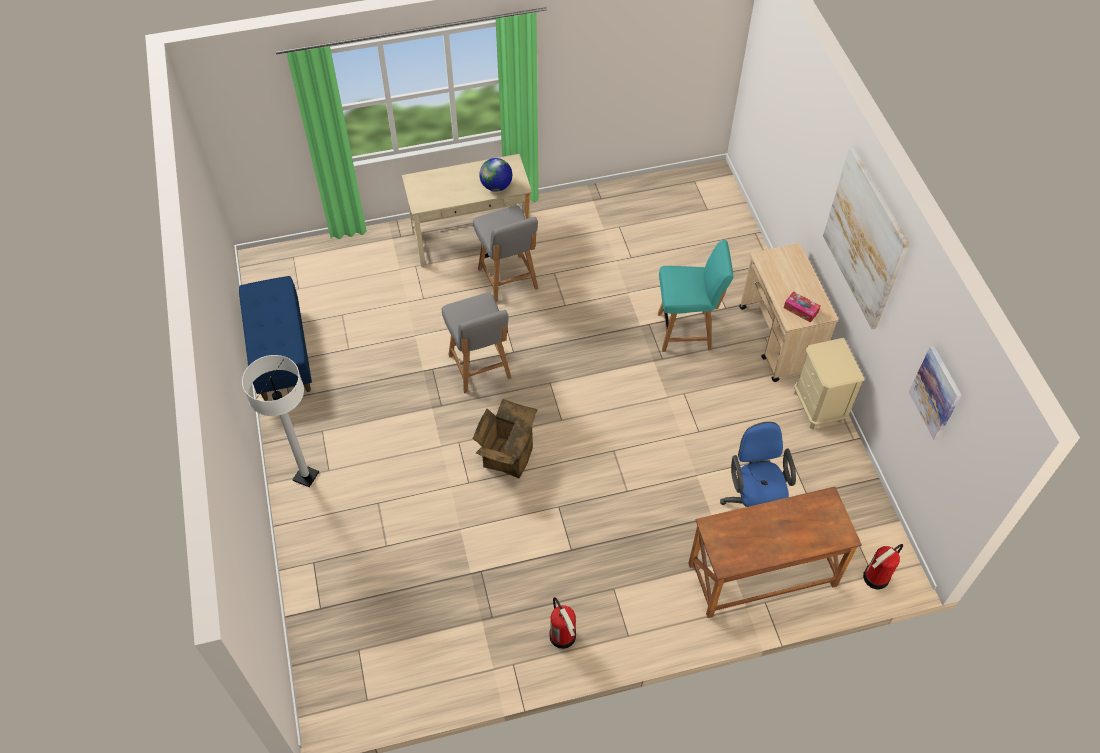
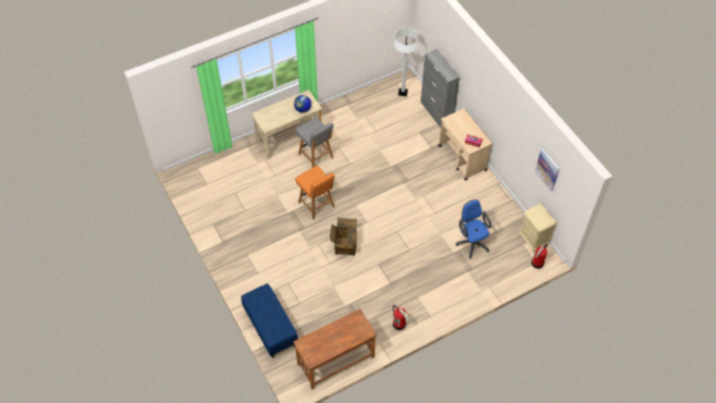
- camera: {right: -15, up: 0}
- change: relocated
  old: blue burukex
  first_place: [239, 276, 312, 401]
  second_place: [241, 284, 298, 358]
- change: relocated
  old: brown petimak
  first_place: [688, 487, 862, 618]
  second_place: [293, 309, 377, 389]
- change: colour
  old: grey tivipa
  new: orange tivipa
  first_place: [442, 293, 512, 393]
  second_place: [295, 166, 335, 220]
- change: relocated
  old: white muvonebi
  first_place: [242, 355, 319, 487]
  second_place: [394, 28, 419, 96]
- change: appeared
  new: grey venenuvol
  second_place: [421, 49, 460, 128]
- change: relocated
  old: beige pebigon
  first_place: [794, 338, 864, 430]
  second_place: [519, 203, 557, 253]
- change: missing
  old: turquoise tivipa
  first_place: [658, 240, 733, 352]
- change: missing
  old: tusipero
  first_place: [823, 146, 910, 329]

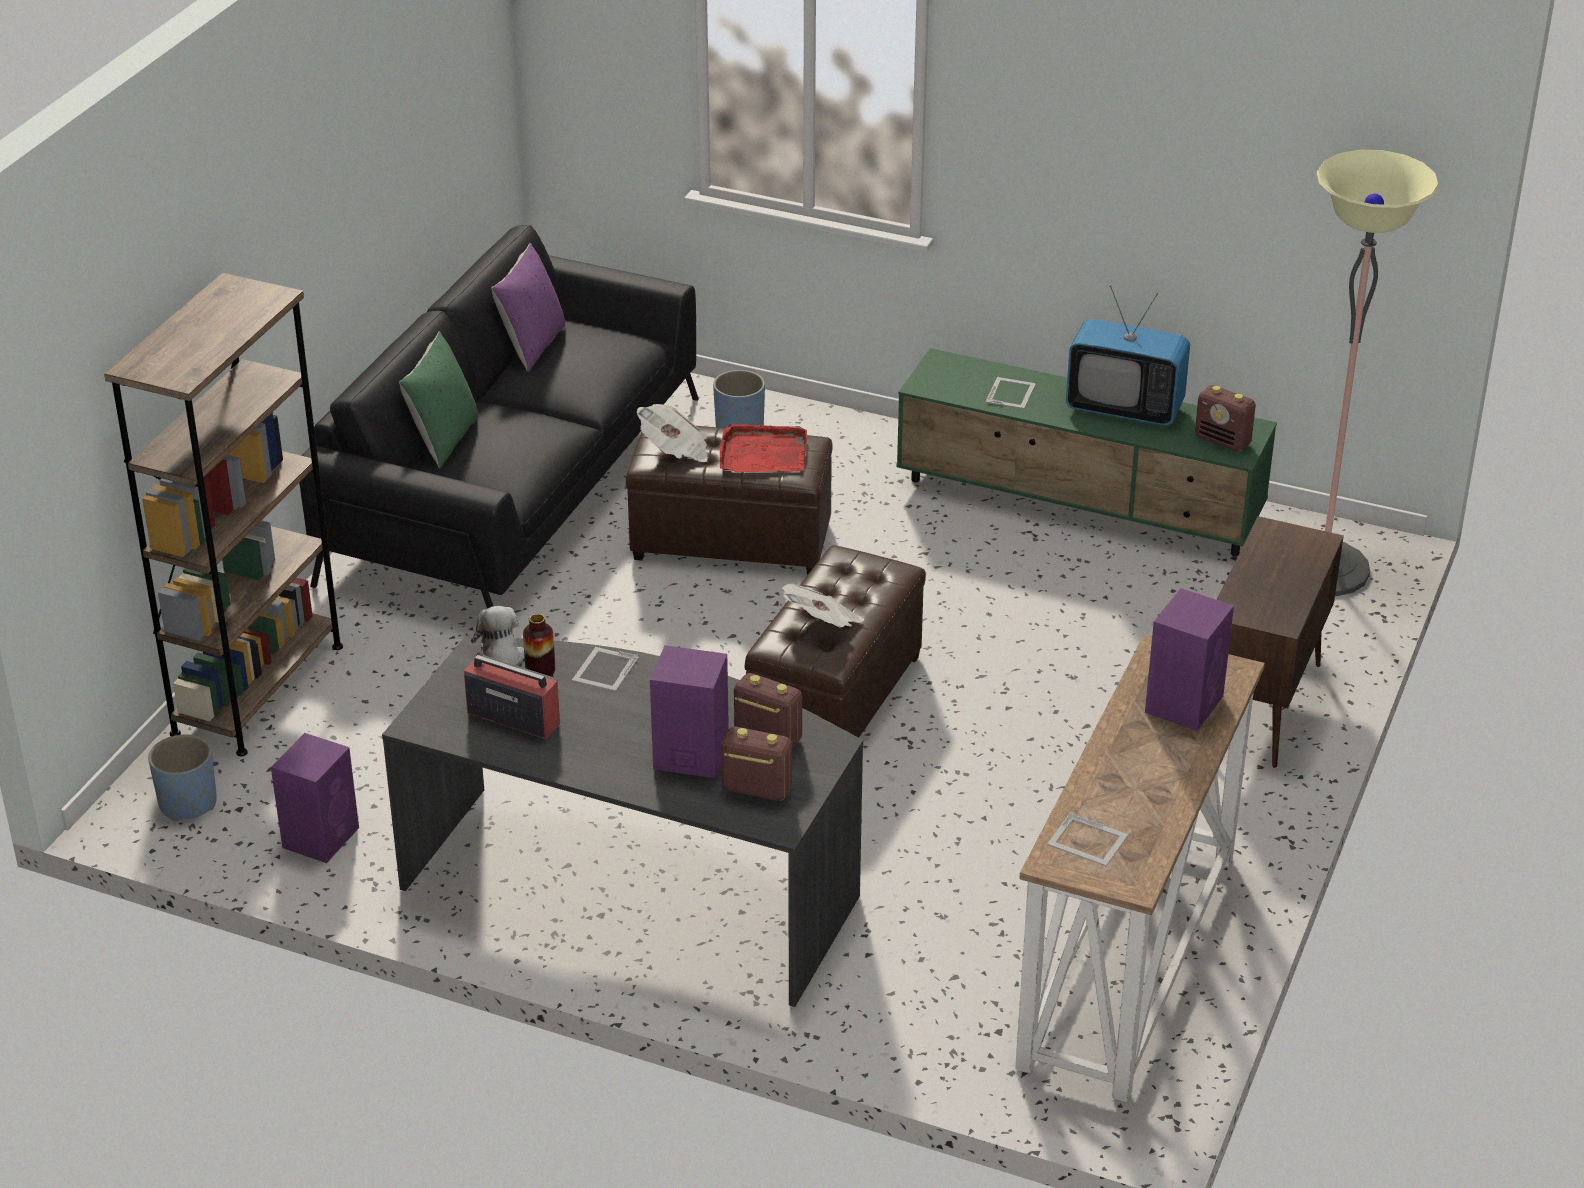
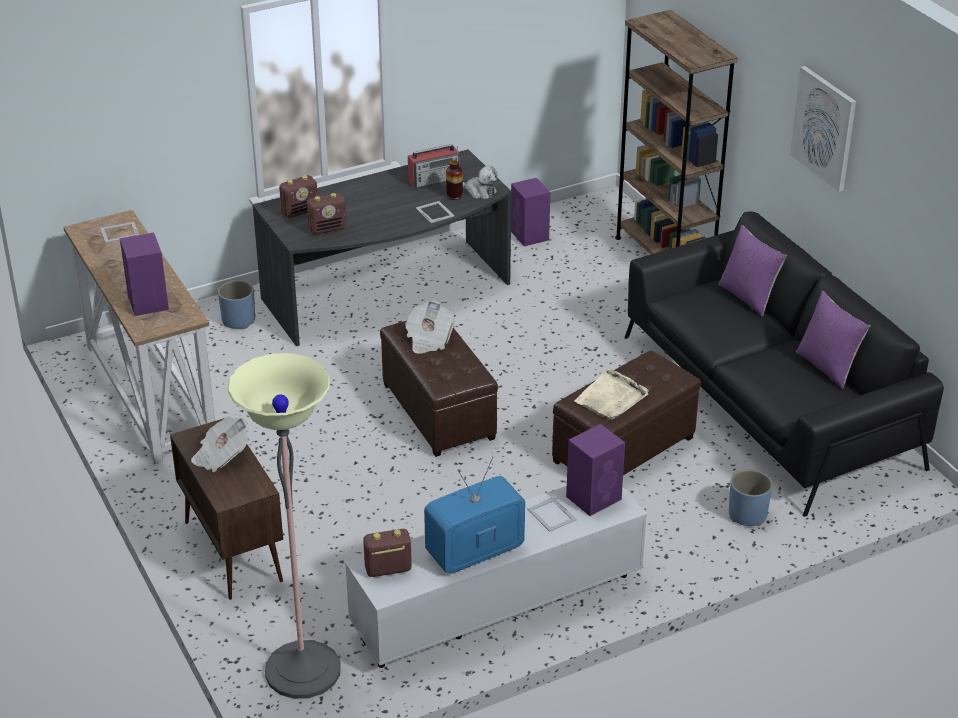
- camera: {right: 130, up: 0}
- change: relocated
  old: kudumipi
  first_place: [637, 404, 708, 462]
  second_place: [191, 416, 249, 472]
- change: relocated
  old: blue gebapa
  first_place: [148, 734, 217, 821]
  second_place: [218, 280, 255, 329]
- change: colour
  old: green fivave
  new: white fivave
  first_place: [896, 348, 1277, 556]
  second_place: [345, 486, 647, 668]
- change: relocated
  old: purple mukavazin
  first_place: [650, 645, 729, 778]
  second_place: [566, 424, 625, 516]
- change: colour
  old: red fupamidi
  new: beige fupamidi
  first_place: [720, 423, 807, 472]
  second_place: [574, 368, 648, 420]
- change: colour
  old: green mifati
  new: purple mifati
  first_place: [399, 331, 478, 468]
  second_place: [718, 225, 787, 317]
- change: appeared
  new: tusipero
  second_place: [790, 66, 856, 192]

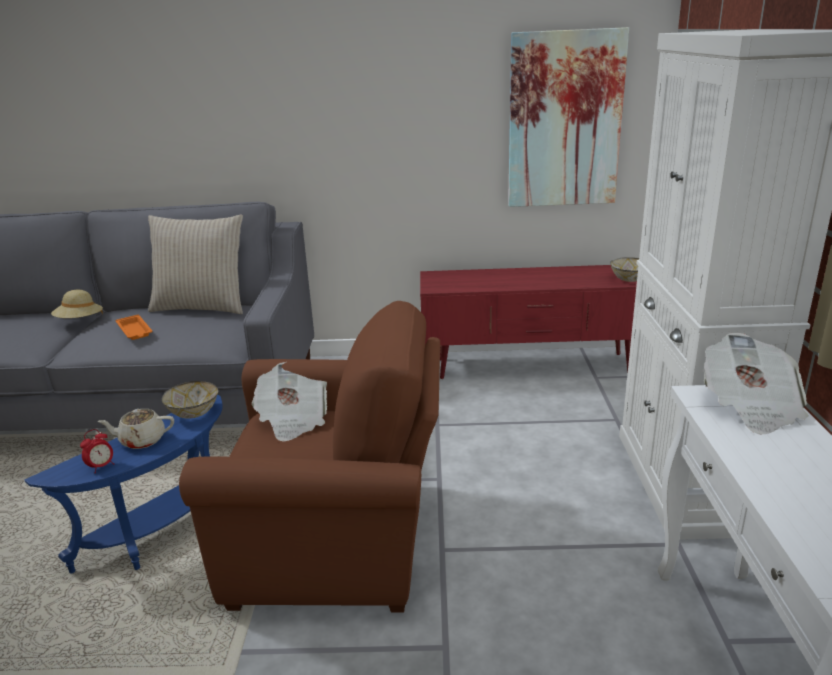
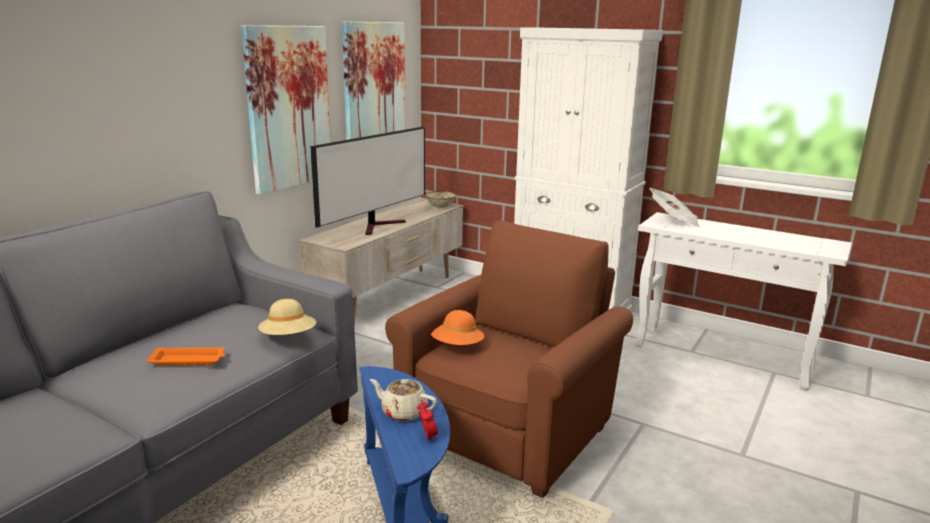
- camera: {right: -60, up: -5}
- change: appeared
  new: tusipero
  second_place: [241, 25, 331, 195]
- change: relocated
  old: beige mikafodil
  first_place: [51, 290, 103, 318]
  second_place: [258, 299, 316, 335]
- change: colour
  old: red fivave
  new: beige fivave
  first_place: [420, 265, 637, 379]
  second_place: [299, 198, 464, 326]
- change: appeared
  new: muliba
  second_place: [310, 127, 425, 235]
- change: spun
  old: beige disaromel
  first_place: [97, 409, 174, 449]
  second_place: [370, 379, 437, 421]
  degrees: 90
- change: exchanged
  old: kudumipi
  new: orange mikafodil
  first_place: [252, 362, 327, 442]
  second_place: [431, 310, 485, 345]
- change: missing
  old: beige mifati
  first_place: [148, 215, 243, 314]
- change: missing
  old: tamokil
  first_place: [162, 381, 218, 419]

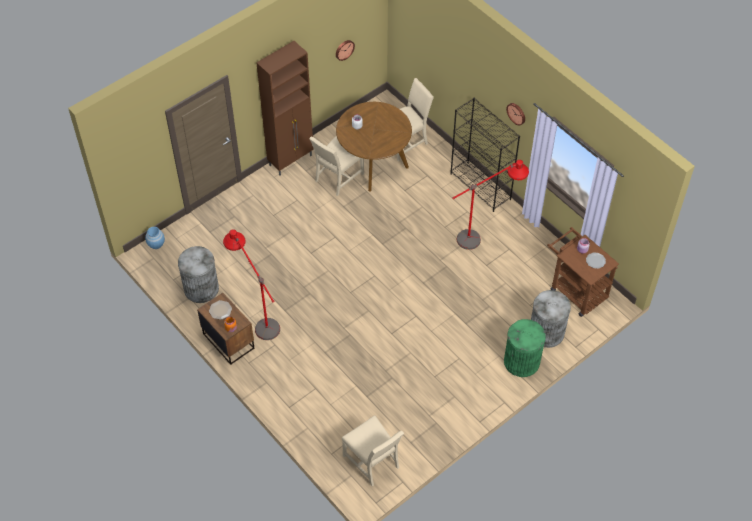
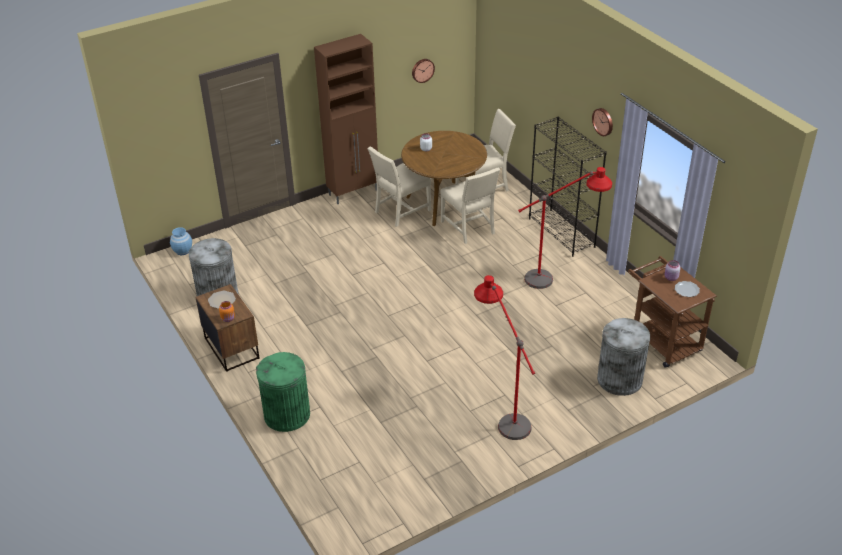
- camera: {right: 10, up: -15}
- change: relocated
  old: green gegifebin
  first_place: [504, 319, 546, 377]
  second_place: [256, 352, 310, 432]
- change: relocated
  old: beige tivipa
  first_place: [342, 415, 404, 486]
  second_place: [440, 167, 500, 244]
- change: relocated
  old: red muvonebi
  first_place: [223, 229, 280, 340]
  second_place: [474, 275, 535, 440]

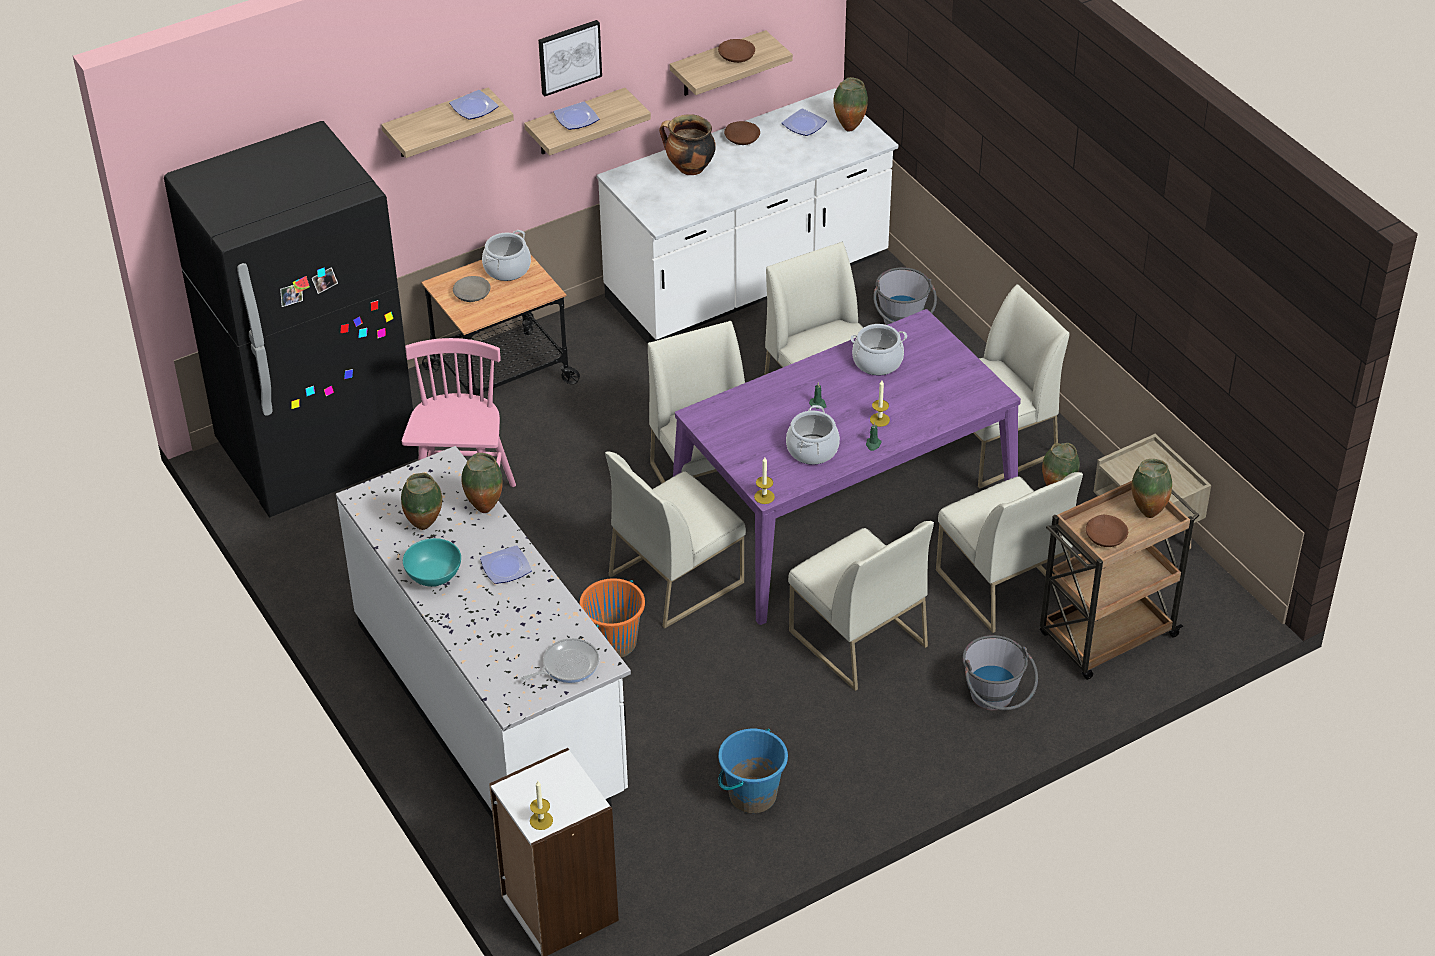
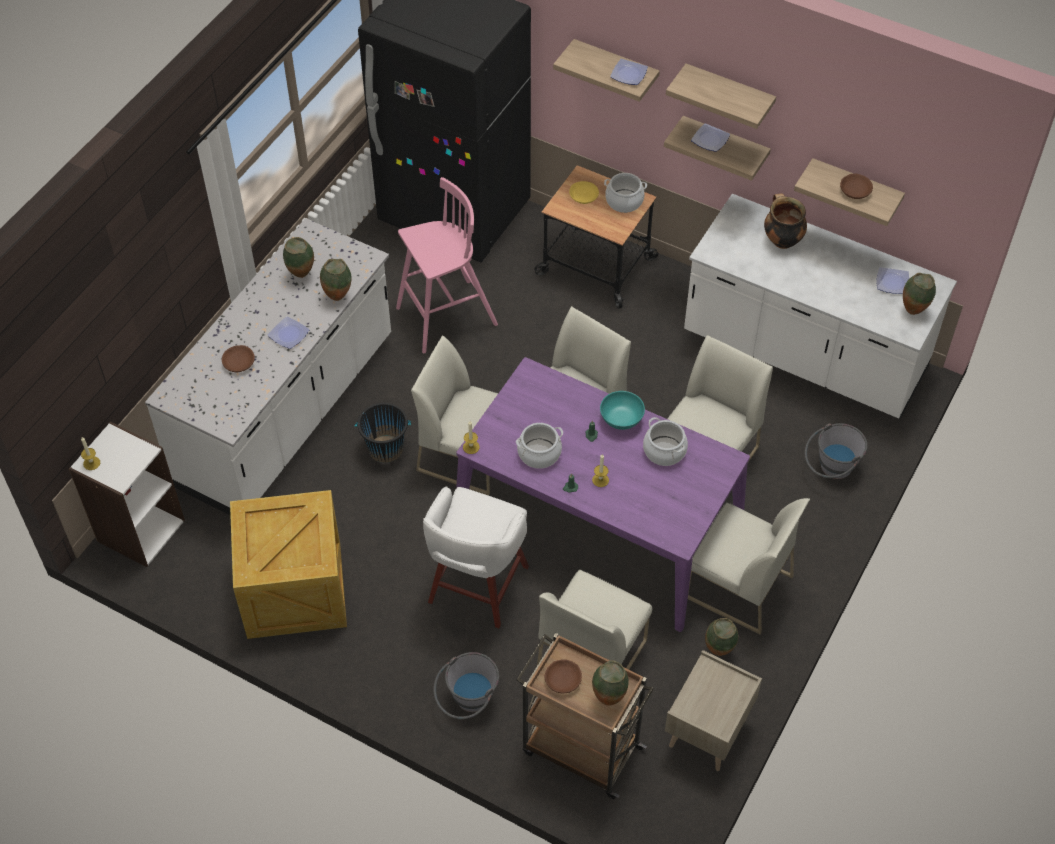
- camera: {right: 60, up: 10}
- change: relocated
  old: brown tamokil
  first_place: [724, 121, 760, 145]
  second_place: [222, 345, 255, 372]
- change: exchanged
  old: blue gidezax
  new: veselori
  first_place: [718, 729, 788, 814]
  second_place: [230, 490, 347, 639]
- change: colour
  old: orange gidezax
  new: black gidezax
  first_place: [579, 578, 645, 658]
  second_place: [355, 403, 411, 463]
- change: exchanged
  old: white tivipa
  new: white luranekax
  first_place: [788, 521, 934, 691]
  second_place: [423, 486, 529, 628]
- change: colour
  old: grey tamokil
  new: yellow tamokil
  first_place: [453, 276, 491, 302]
  second_place: [569, 181, 599, 204]
- change: relocated
  old: turquoise tamokil
  first_place: [403, 538, 461, 587]
  second_place: [600, 391, 645, 430]
- change: exchanged
  old: tusipero
  new: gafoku
  first_place: [538, 20, 602, 96]
  second_place: [666, 64, 776, 129]
- change: missing
  old: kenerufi
  first_place: [520, 638, 599, 683]

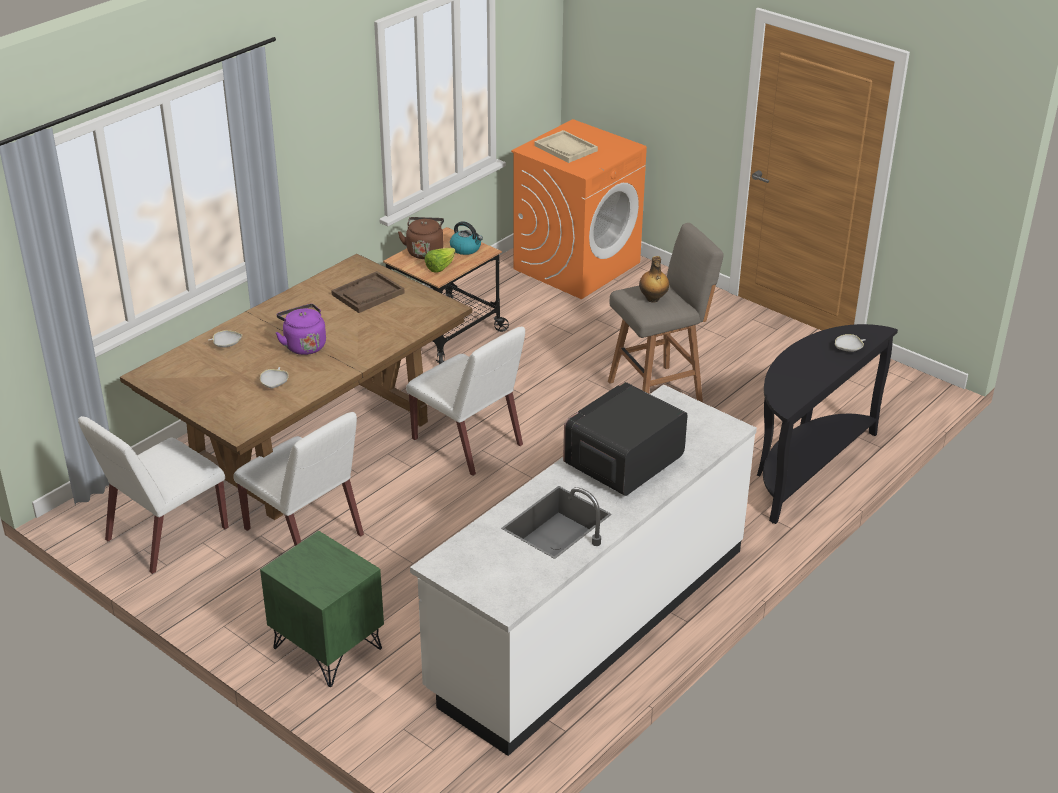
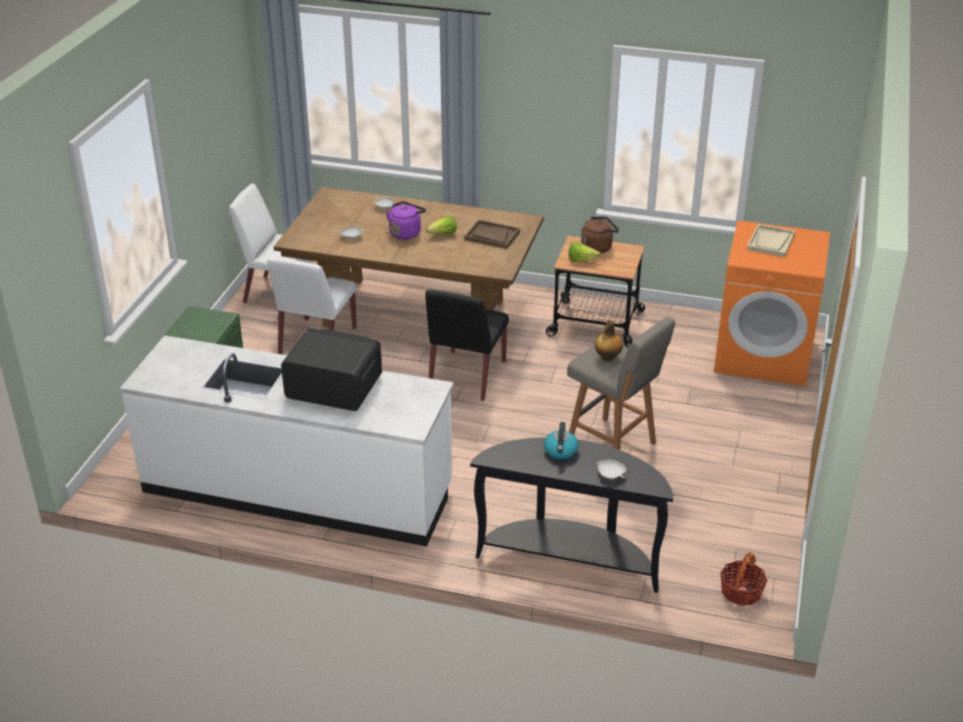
- camera: {right: 65, up: 0}
- change: colour
  old: white tivipa
  new: black tivipa
  first_place: [406, 326, 525, 476]
  second_place: [425, 290, 509, 401]
- change: appeared
  new: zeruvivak
  second_place: [426, 216, 457, 234]
- change: relocated
  old: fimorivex
  first_place: [450, 221, 483, 255]
  second_place: [544, 422, 579, 460]
- change: appeared
  new: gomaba
  second_place: [720, 552, 767, 606]

